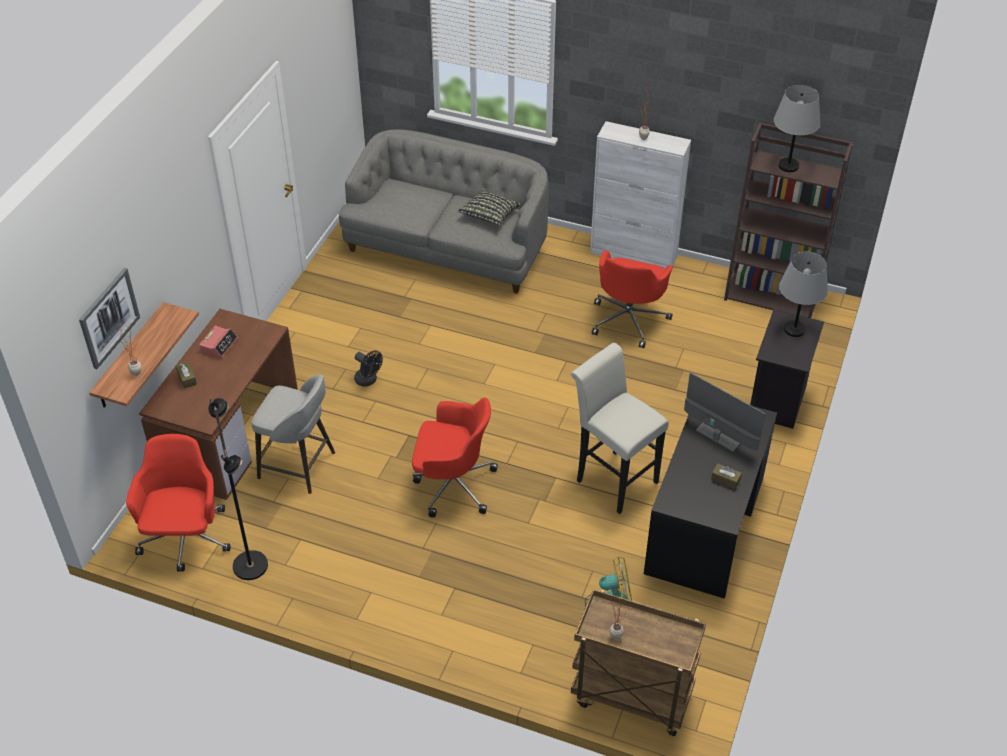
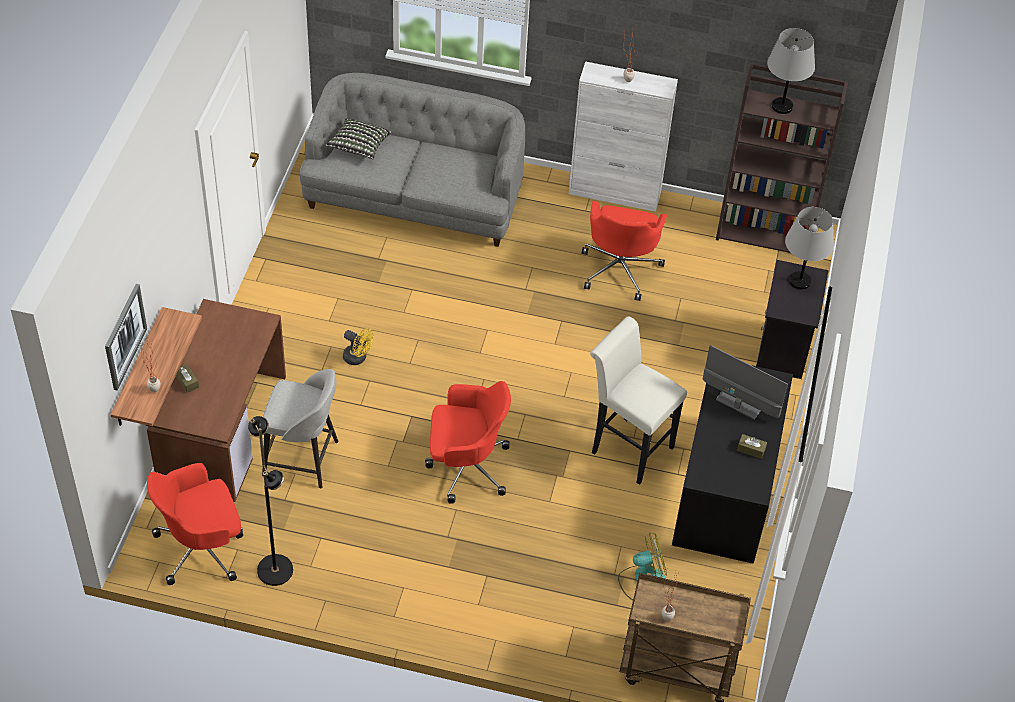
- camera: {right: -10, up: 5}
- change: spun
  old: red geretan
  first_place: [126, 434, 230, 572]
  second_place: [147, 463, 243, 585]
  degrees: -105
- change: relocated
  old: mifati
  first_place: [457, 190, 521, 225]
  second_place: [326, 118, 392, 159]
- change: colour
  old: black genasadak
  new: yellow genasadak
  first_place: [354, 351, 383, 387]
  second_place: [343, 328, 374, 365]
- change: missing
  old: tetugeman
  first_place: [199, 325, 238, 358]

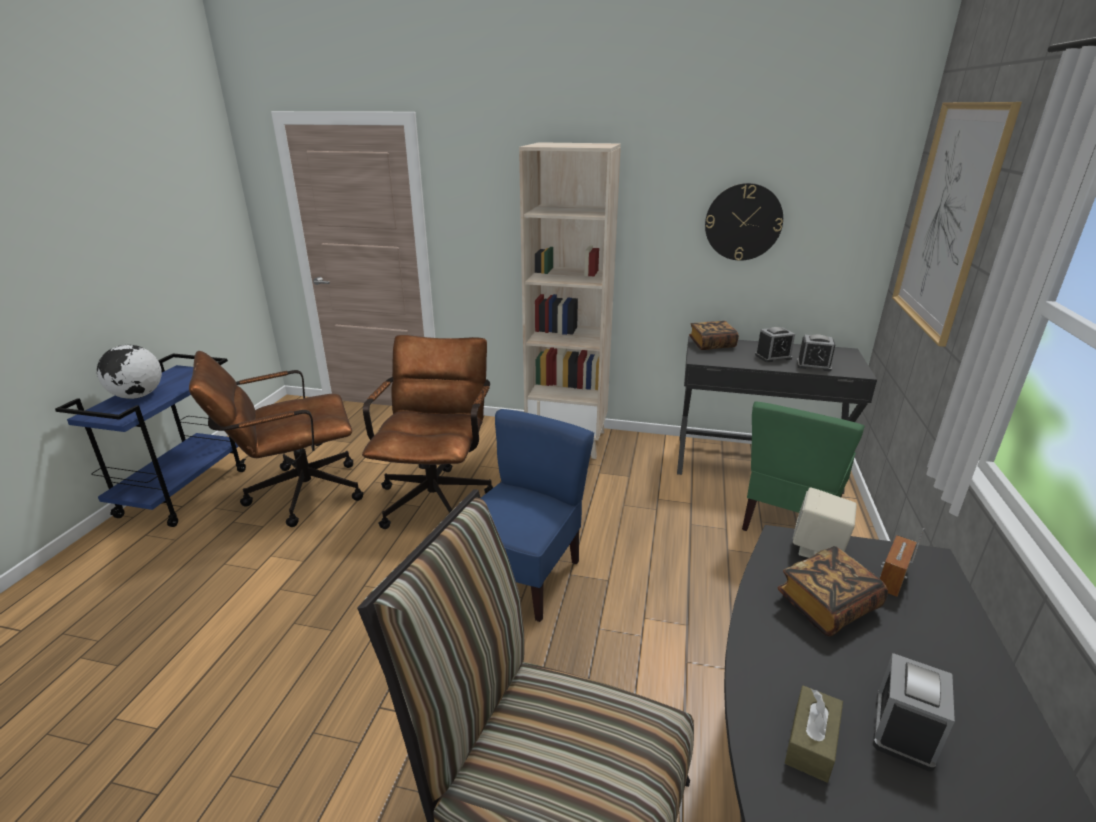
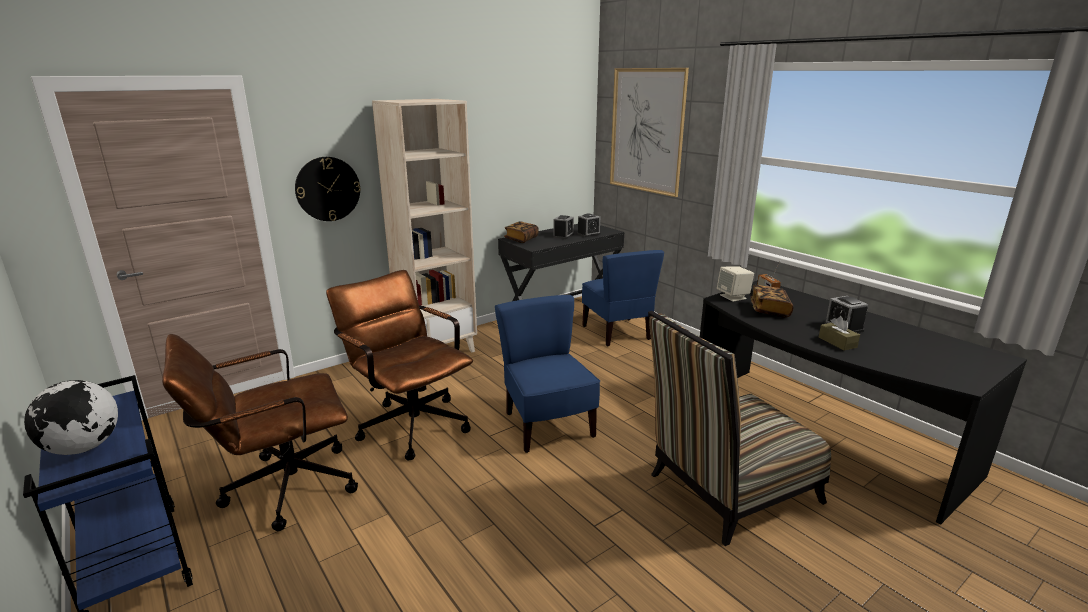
- camera: {right: -50, up: -5}
- change: spun
  old: brown geretan
  first_place: [189, 351, 363, 527]
  second_place: [162, 334, 358, 531]
  degrees: 45
- change: relocated
  old: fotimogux
  first_place: [705, 183, 783, 261]
  second_place: [295, 157, 361, 221]
- change: colour
  old: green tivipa
  new: blue tivipa
  first_place: [742, 401, 865, 531]
  second_place: [582, 250, 664, 346]

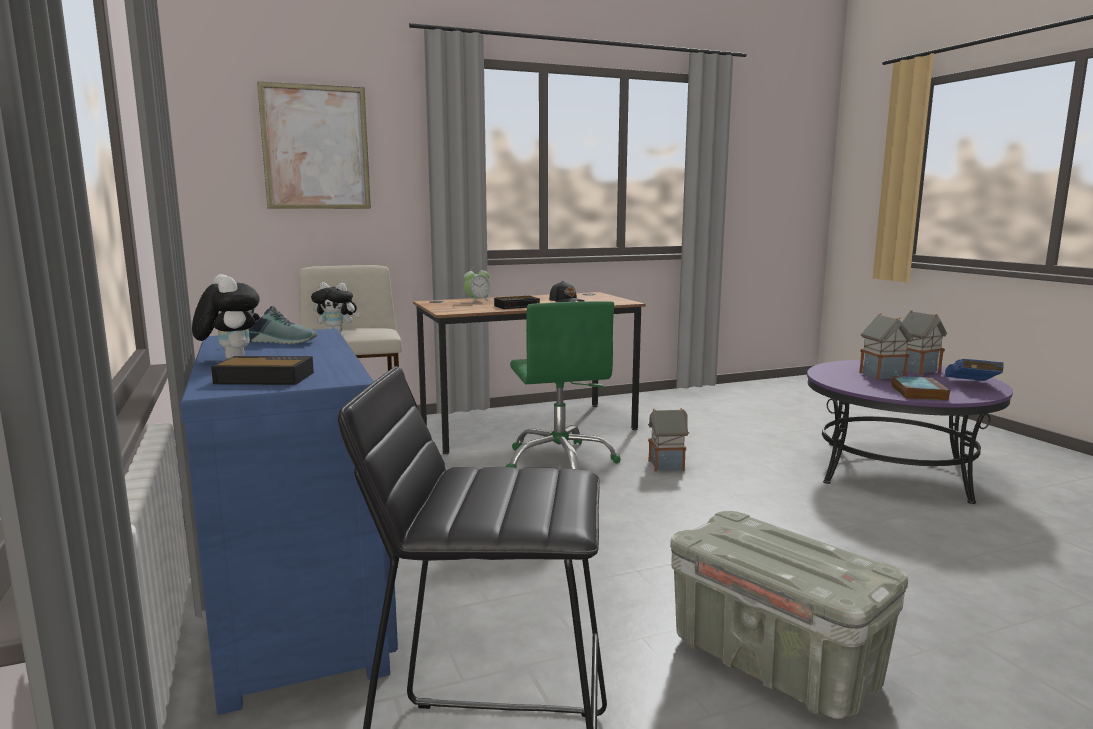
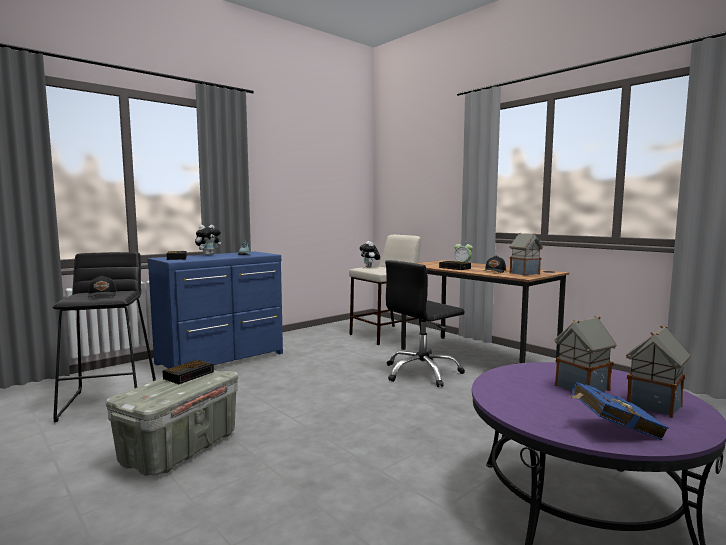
- camera: {right: 70, up: -5}
- change: appeared
  new: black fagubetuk
  second_place: [88, 275, 117, 298]
- change: appeared
  new: tetugeman
  second_place: [163, 360, 214, 384]
- change: colour
  old: green geretan
  new: black geretan
  first_place: [506, 301, 621, 469]
  second_place: [385, 260, 465, 387]
- change: relocated
  old: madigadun
  first_place: [648, 408, 689, 471]
  second_place: [509, 232, 543, 276]
- change: missing
  old: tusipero
  first_place: [257, 82, 371, 209]
- change: missing
  old: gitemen
  first_place: [891, 376, 950, 401]

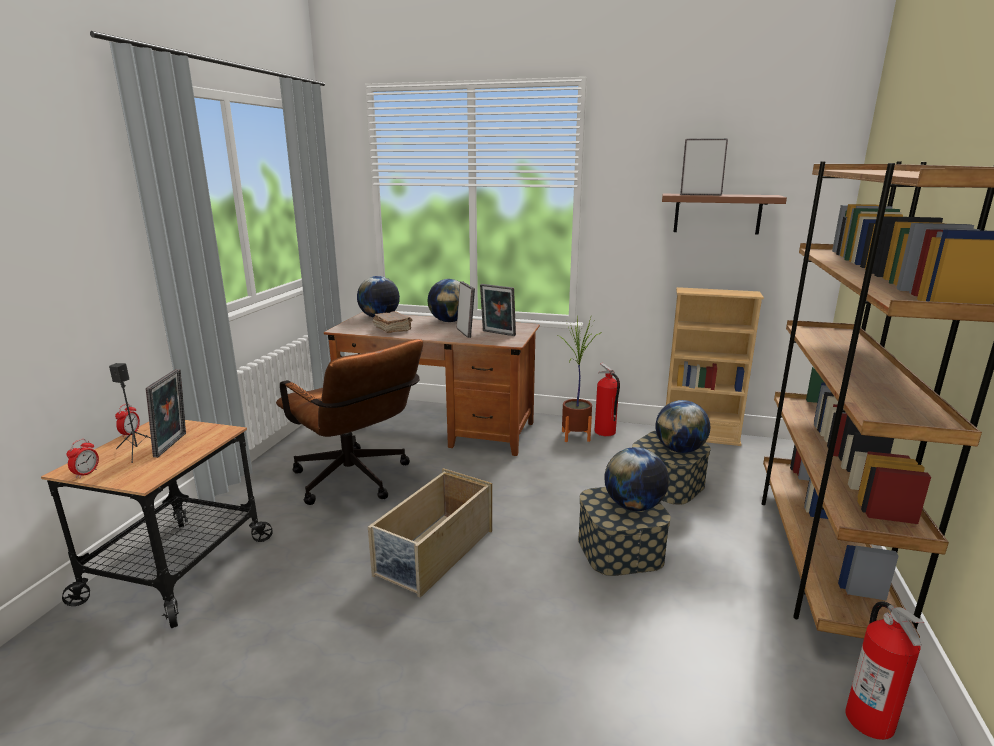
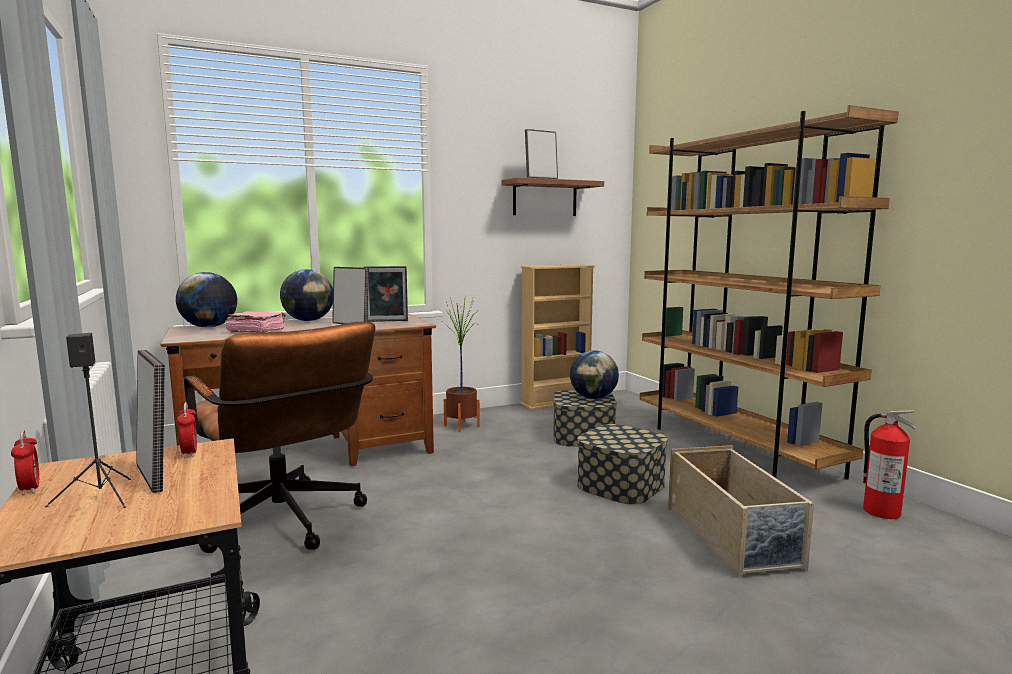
- camera: {right: -40, up: -10}
- change: relocated
  old: tetugeman
  first_place: [67, 439, 99, 478]
  second_place: [176, 402, 197, 458]
- change: spun
  old: brown geretan
  first_place: [276, 339, 423, 505]
  second_place: [184, 322, 376, 553]
  degrees: 45
- change: colour
  old: brown gitemen
  new: pink gitemen
  first_place: [373, 311, 412, 333]
  second_place: [225, 311, 286, 333]
- change: relocated
  old: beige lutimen
  first_place: [368, 468, 492, 598]
  second_place: [668, 445, 814, 577]
- change: missing
  old: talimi
  first_place: [594, 363, 620, 437]
- change: missing
  old: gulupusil
  first_place: [604, 447, 669, 511]

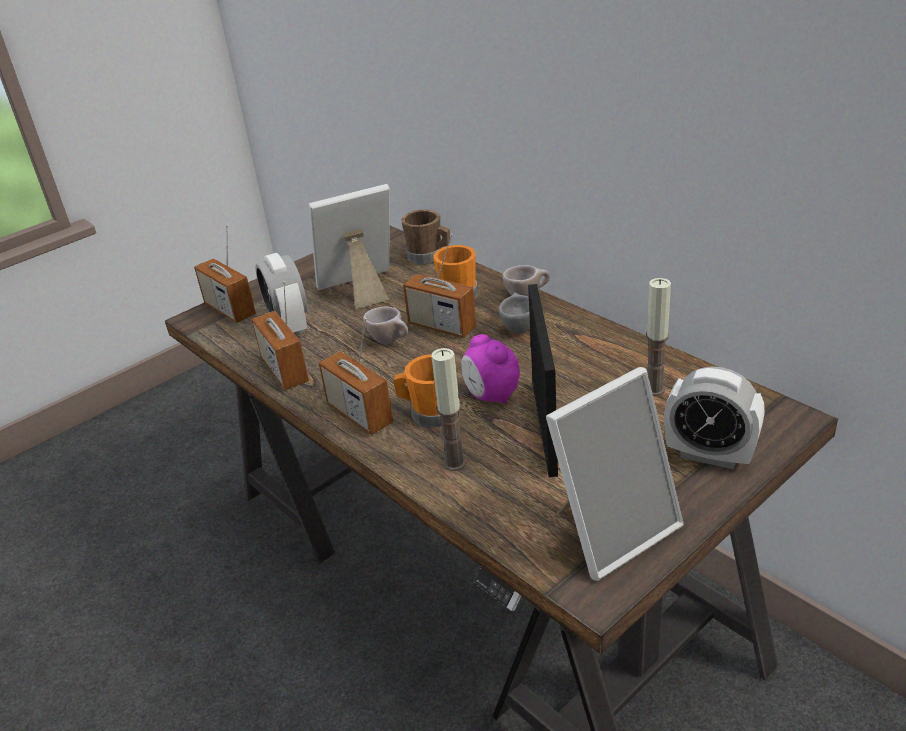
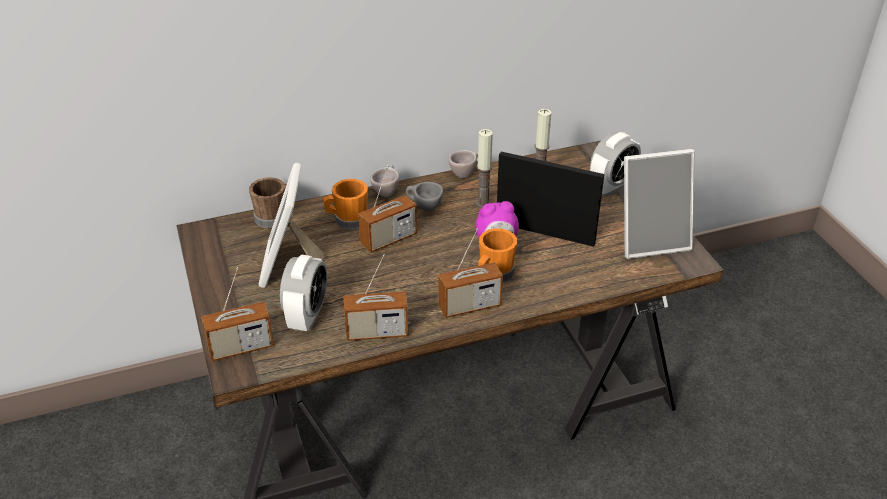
- camera: {right: -70, up: 5}
- change: spun
  old: tetugeman
  first_place: [255, 253, 307, 335]
  second_place: [280, 255, 327, 331]
  degrees: -75
- change: relocated
  old: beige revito
  first_place: [363, 306, 409, 344]
  second_place: [448, 150, 478, 178]
- change: relocated
  old: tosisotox
  first_place: [431, 348, 466, 471]
  second_place: [476, 129, 493, 208]
- change: spun
  old: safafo
  first_place: [546, 367, 684, 581]
  second_place: [624, 149, 694, 259]
  degrees: 90

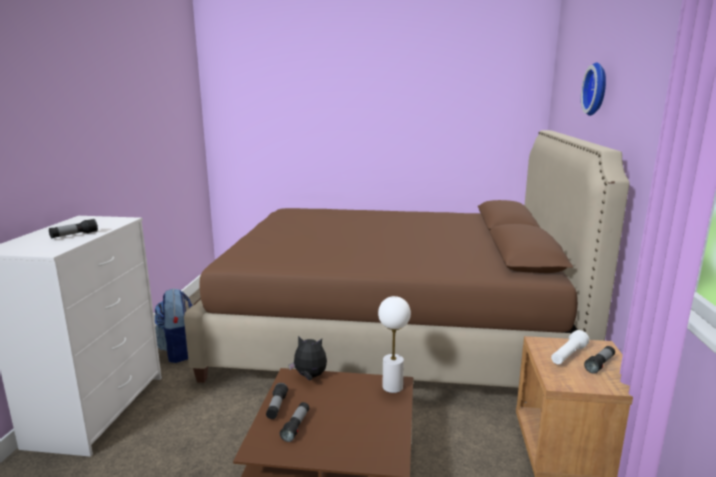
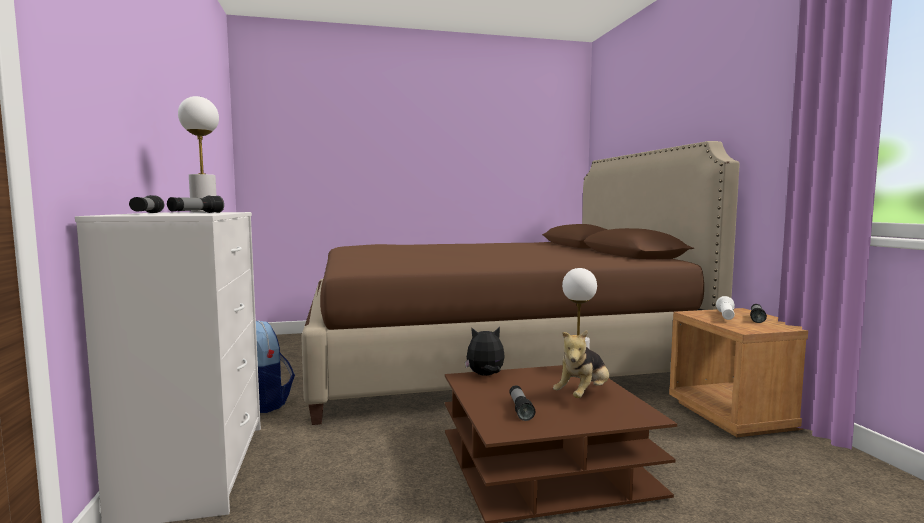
- camera: {right: -20, up: -10}
- change: relocated
  old: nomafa
  first_place: [266, 383, 288, 419]
  second_place: [129, 195, 164, 213]
- change: appeared
  new: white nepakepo
  second_place: [178, 96, 219, 212]
- change: appeared
  new: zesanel
  second_place: [553, 330, 609, 398]
- change: missing
  old: fotimogux
  first_place: [581, 62, 606, 116]

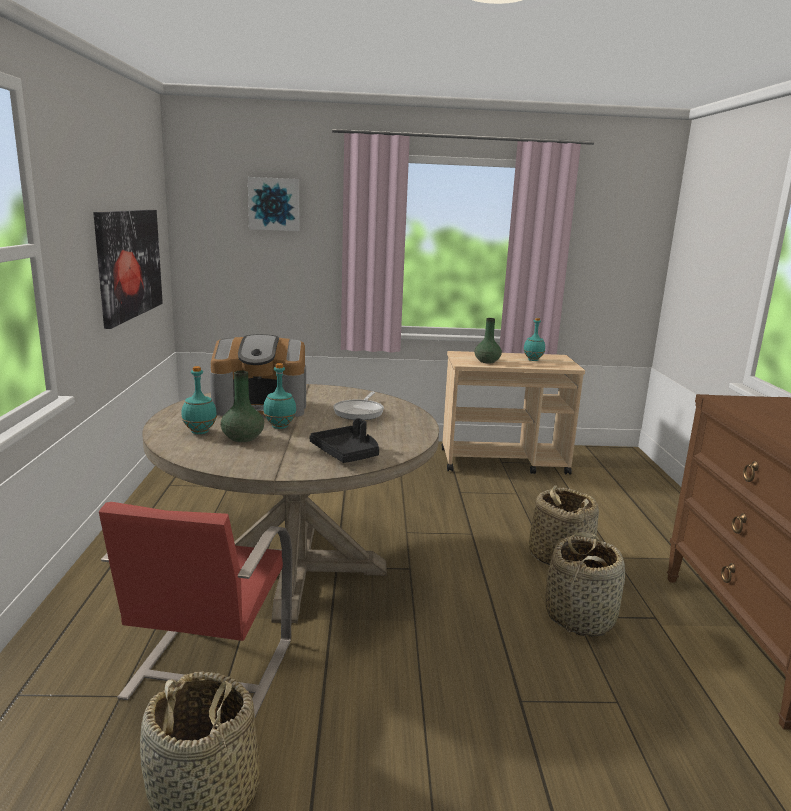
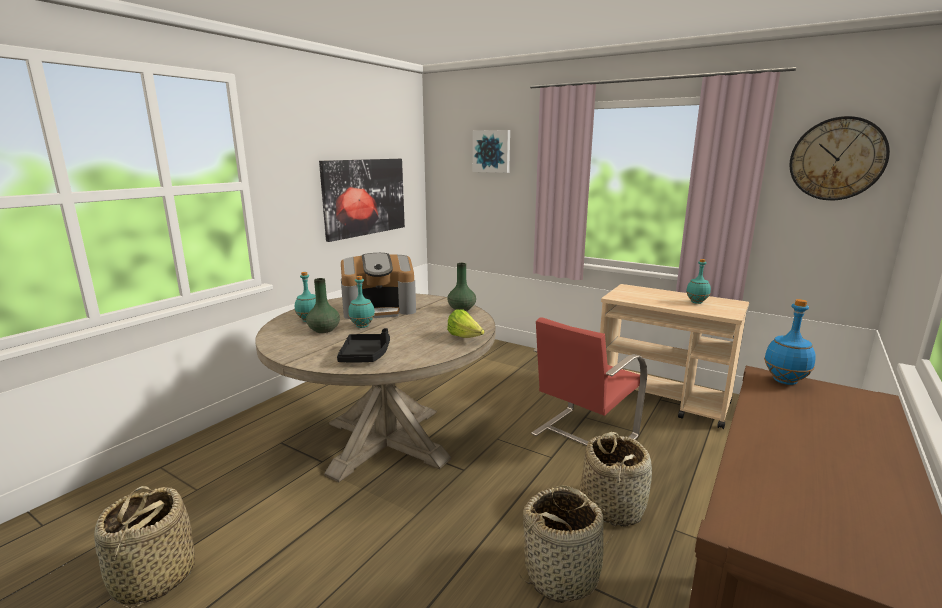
- camera: {right: 35, up: 0}
- change: spun
  old: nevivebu
  first_place: [210, 334, 306, 418]
  second_place: [341, 253, 416, 319]
  degrees: -45
- change: relocated
  old: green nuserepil
  first_place: [474, 318, 502, 363]
  second_place: [447, 263, 476, 311]
- change: appeared
  new: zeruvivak
  second_place: [447, 309, 485, 338]
- change: relocated
  old: red tivipa
  first_place: [99, 502, 292, 717]
  second_place: [531, 317, 647, 446]
- change: appeared
  new: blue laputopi
  second_place: [764, 299, 816, 385]
- change: appeared
  new: fotimogux
  second_place: [790, 116, 890, 200]
- change: missing
  old: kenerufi
  first_place: [333, 392, 384, 420]

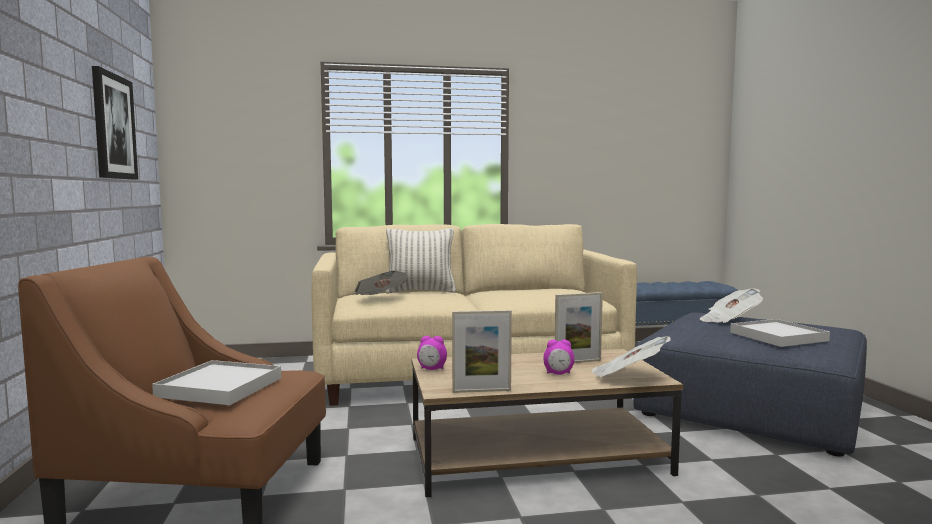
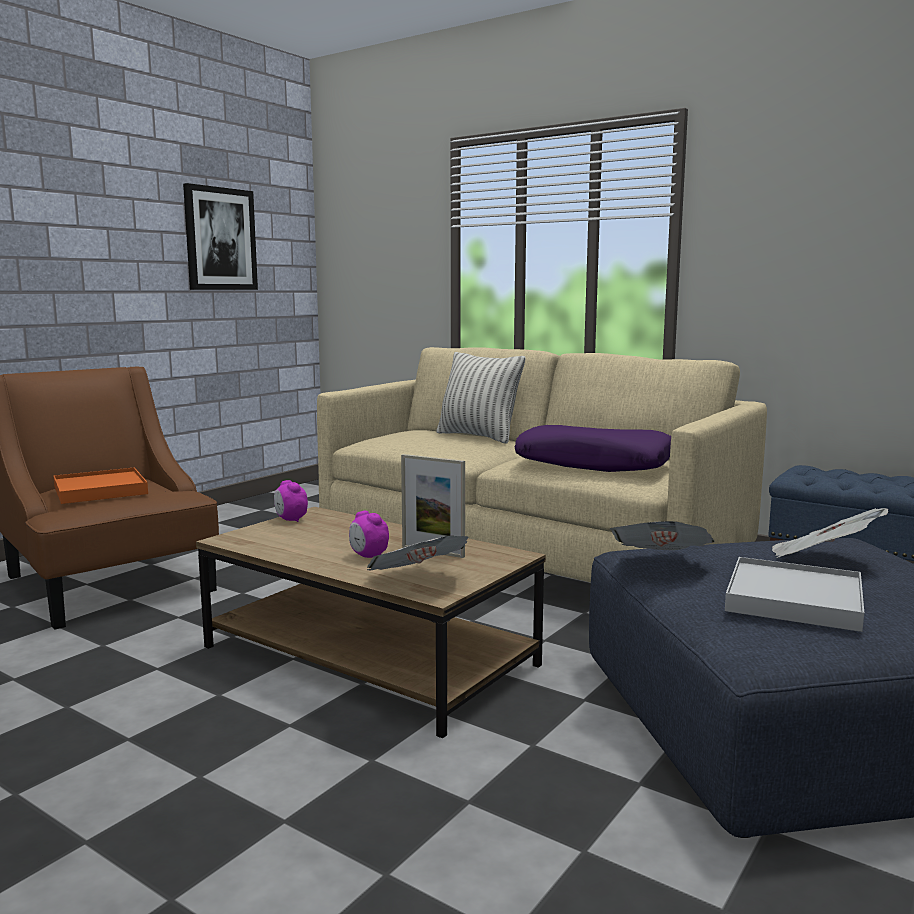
- camera: {right: 45, up: 5}
- change: colour
  old: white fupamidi
  new: orange fupamidi
  first_place: [152, 360, 281, 405]
  second_place: [53, 467, 148, 504]
- change: appeared
  new: purple mifati
  second_place: [515, 425, 671, 472]
- change: relocated
  old: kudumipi
  first_place: [354, 270, 406, 295]
  second_place: [610, 521, 715, 550]
- change: missing
  old: safafo
  first_place: [452, 310, 512, 393]

